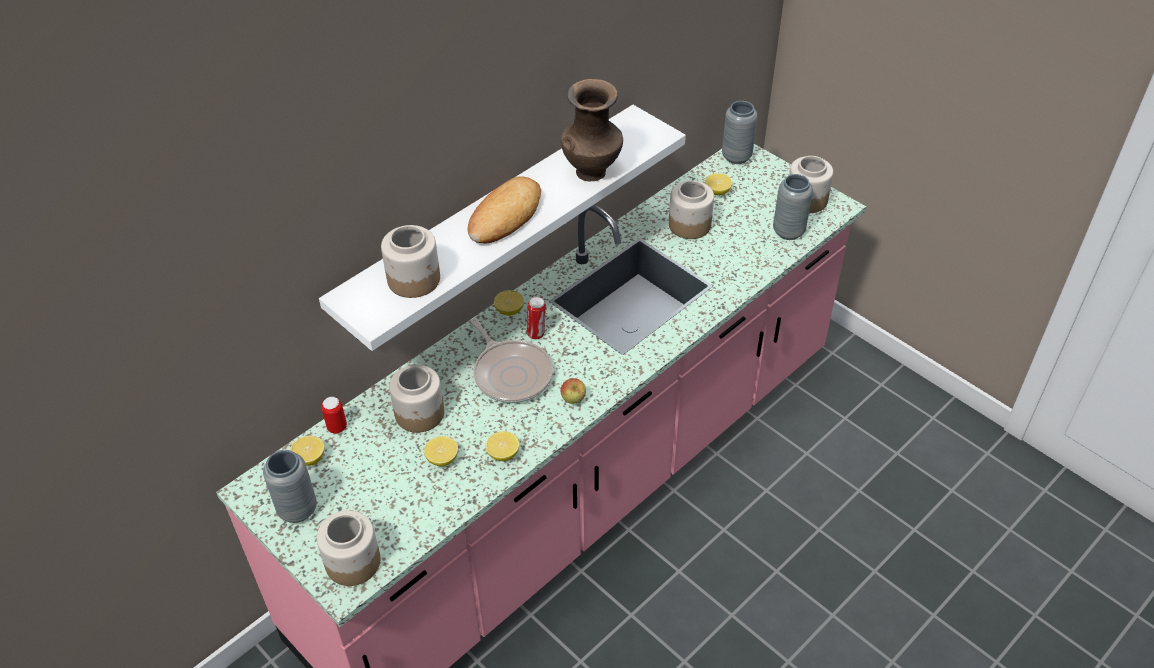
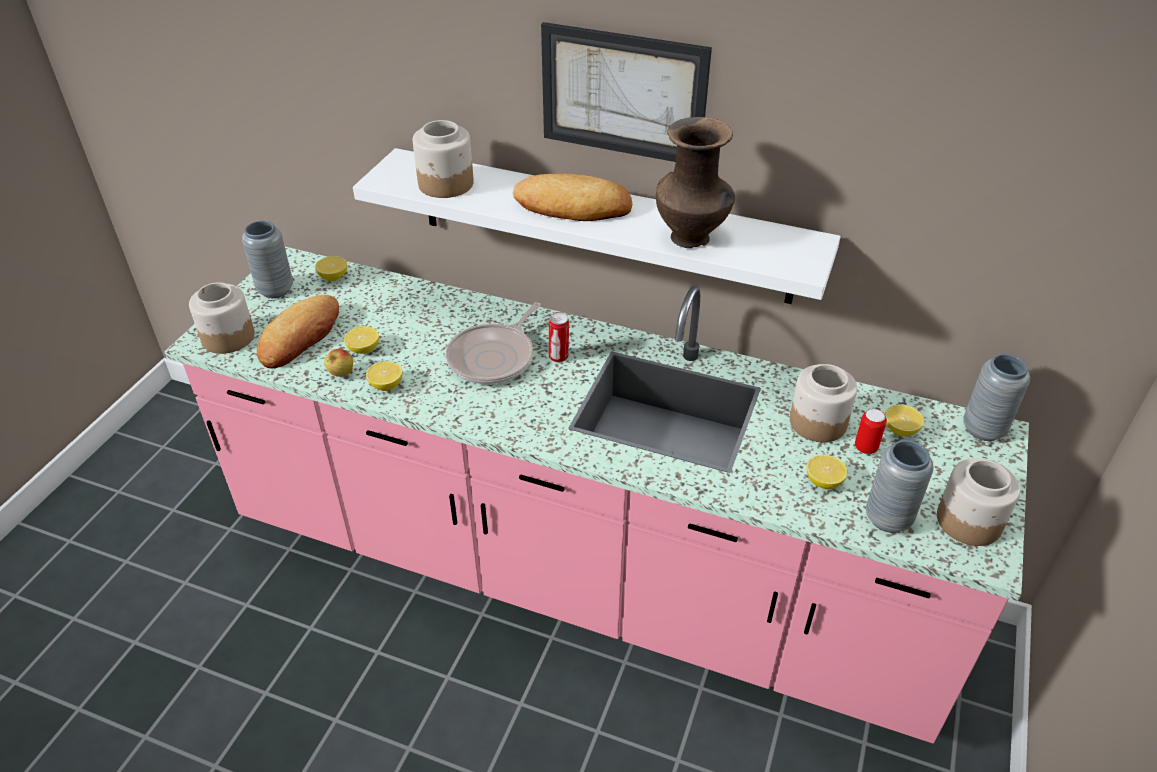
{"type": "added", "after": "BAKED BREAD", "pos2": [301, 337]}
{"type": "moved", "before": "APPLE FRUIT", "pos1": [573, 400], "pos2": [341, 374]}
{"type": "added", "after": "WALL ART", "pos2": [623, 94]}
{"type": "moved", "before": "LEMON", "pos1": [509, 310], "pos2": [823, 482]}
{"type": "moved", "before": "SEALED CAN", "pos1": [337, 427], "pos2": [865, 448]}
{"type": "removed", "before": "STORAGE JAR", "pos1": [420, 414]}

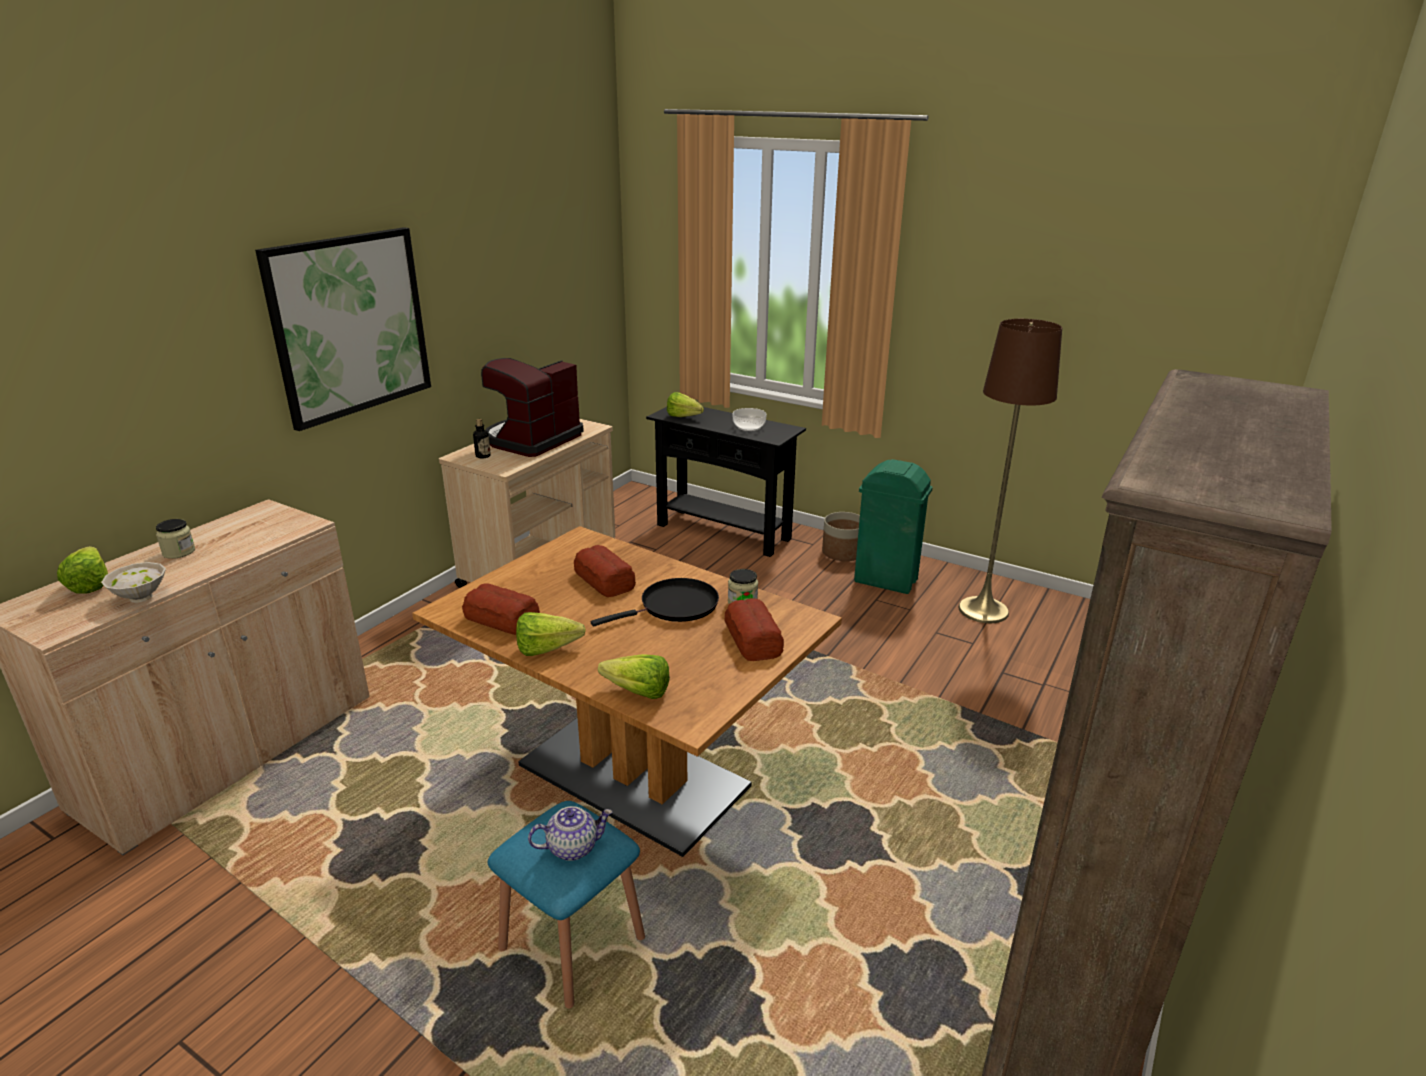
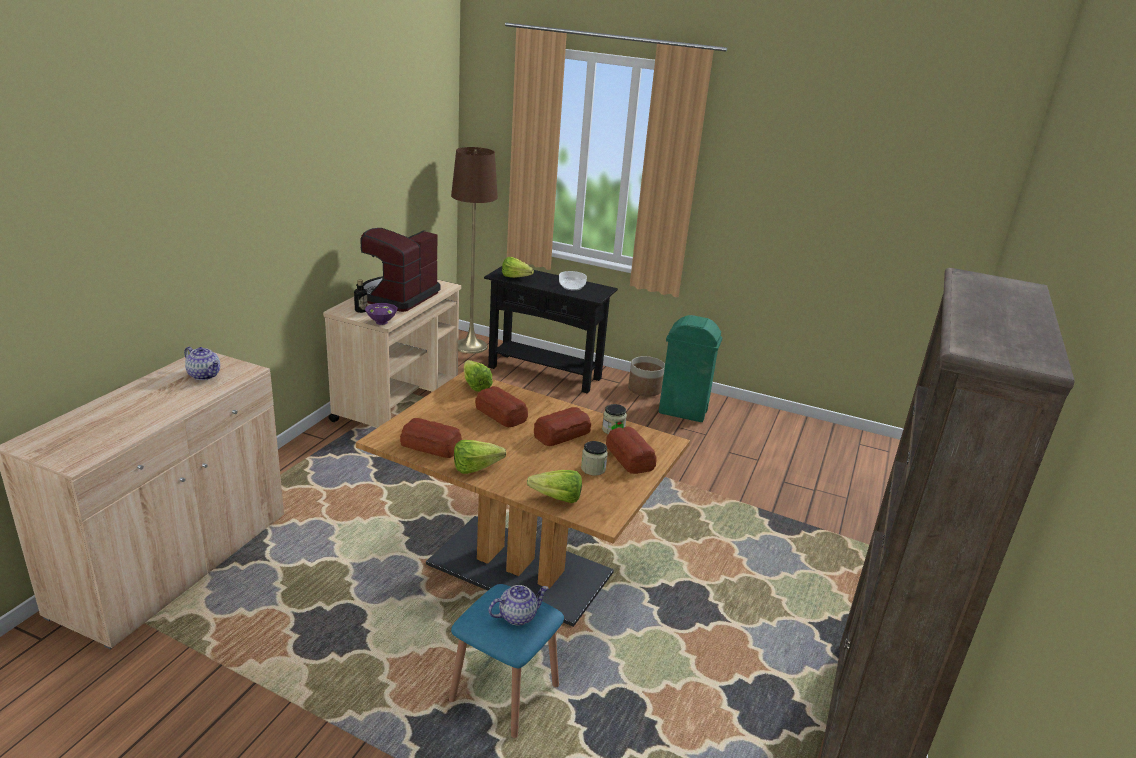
{"type": "added", "after": "TEA POT", "pos2": [205, 375]}
{"type": "added", "after": "PURPLISH DEEP DISH", "pos2": [381, 322]}
{"type": "moved", "before": "BROWNISH FLOOR LAMP", "pos1": [983, 610], "pos2": [471, 346]}
{"type": "moved", "before": "LETTUCE HEAD", "pos1": [93, 582], "pos2": [475, 384]}
{"type": "replaced", "before": "BLACKISH PAN", "after": "BAKED BREAD", "pos1": [674, 606], "pos2": [562, 434]}
{"type": "moved", "before": "STORAGE JAR", "pos1": [179, 552], "pos2": [593, 469]}
{"type": "removed", "before": "WHITE DEEP DISH", "pos1": [140, 597]}
{"type": "removed", "before": "WALL ART", "pos1": [350, 325]}

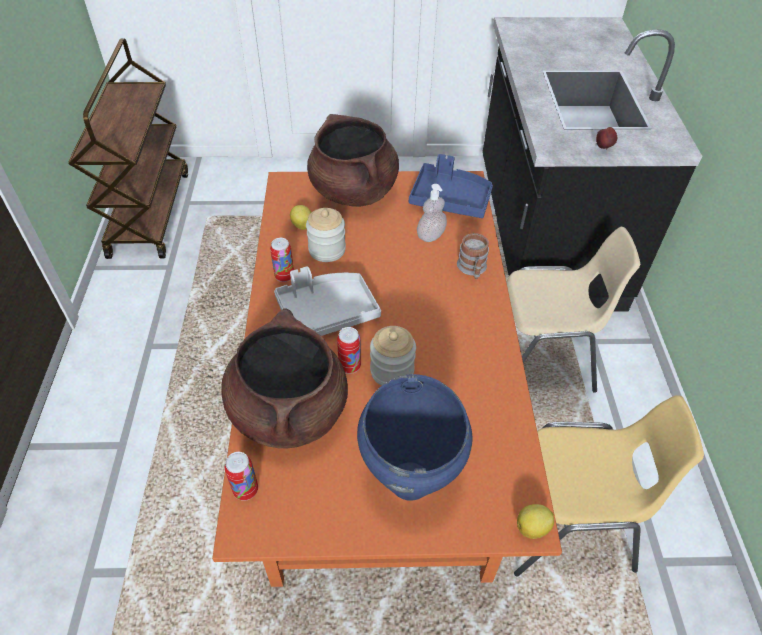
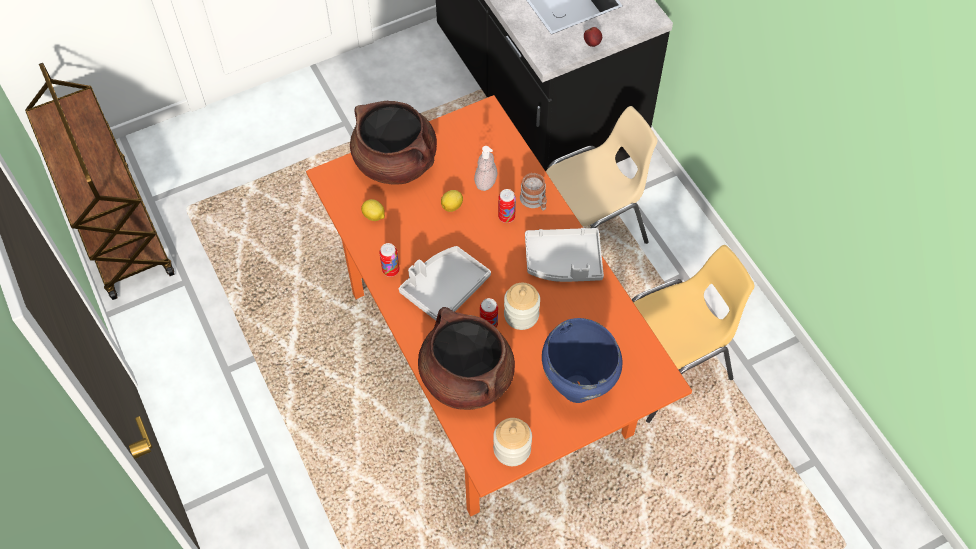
{"type": "moved", "before": "LEMON", "pos1": [533, 527], "pos2": [452, 206]}
{"type": "moved", "before": "STORAGE JAR", "pos1": [327, 250], "pos2": [512, 449]}
{"type": "moved", "before": "SEALED CAN", "pos1": [246, 490], "pos2": [506, 217]}
{"type": "added", "after": "GRAY SERVING TRAY", "pos2": [563, 261]}
{"type": "removed", "before": "BLUE-COLOURED SERVING TRAY", "pos1": [450, 199]}

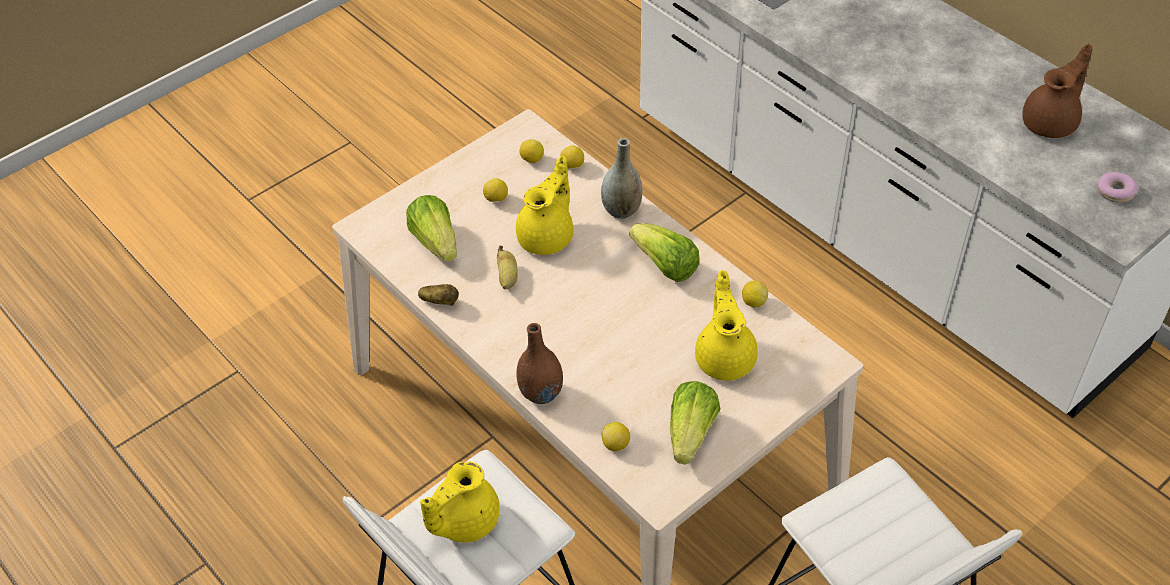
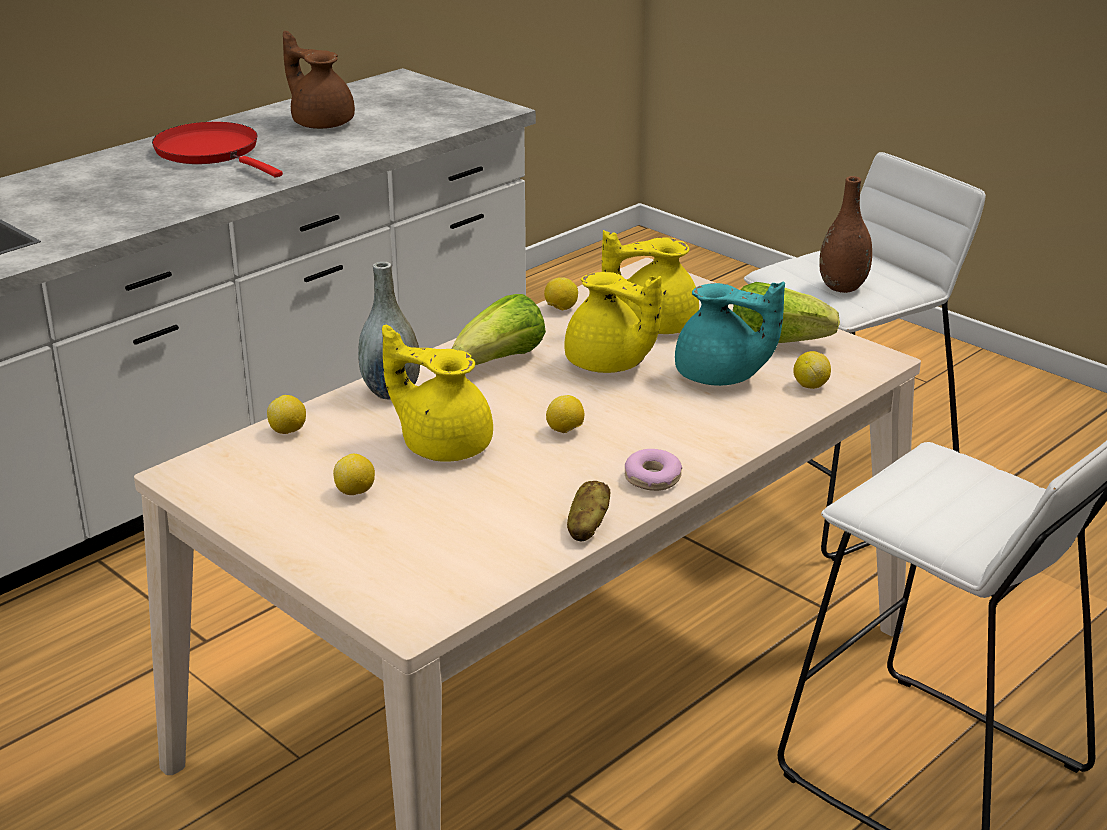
{"type": "added", "after": "RED PAN", "pos2": [211, 152]}
{"type": "moved", "before": "LEMON", "pos1": [531, 159], "pos2": [565, 431]}
{"type": "moved", "before": "YELLOW TEA POT", "pos1": [463, 521], "pos2": [608, 365]}
{"type": "moved", "before": "DONUT", "pos1": [1115, 192], "pos2": [652, 479]}
{"type": "added", "after": "BLUE-GREEN TEA POT", "pos2": [720, 377]}
{"type": "moved", "before": "BROWNISH DECORATIVE VASE", "pos1": [541, 393], "pos2": [842, 287]}
{"type": "removed", "before": "LETTUCE HEAD", "pos1": [436, 242]}
{"type": "removed", "before": "BANANA FRUIT", "pos1": [507, 278]}

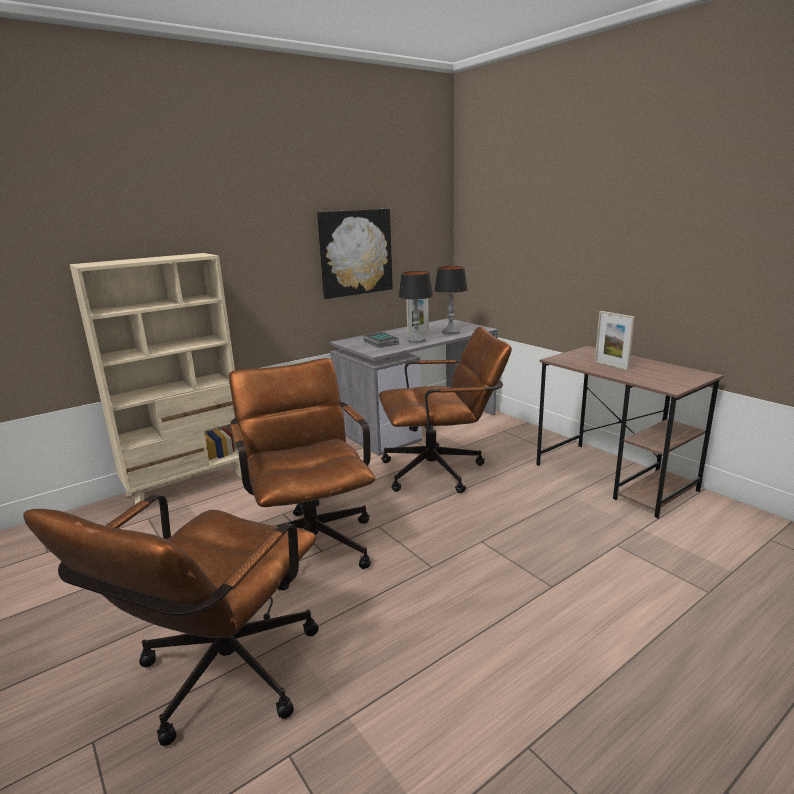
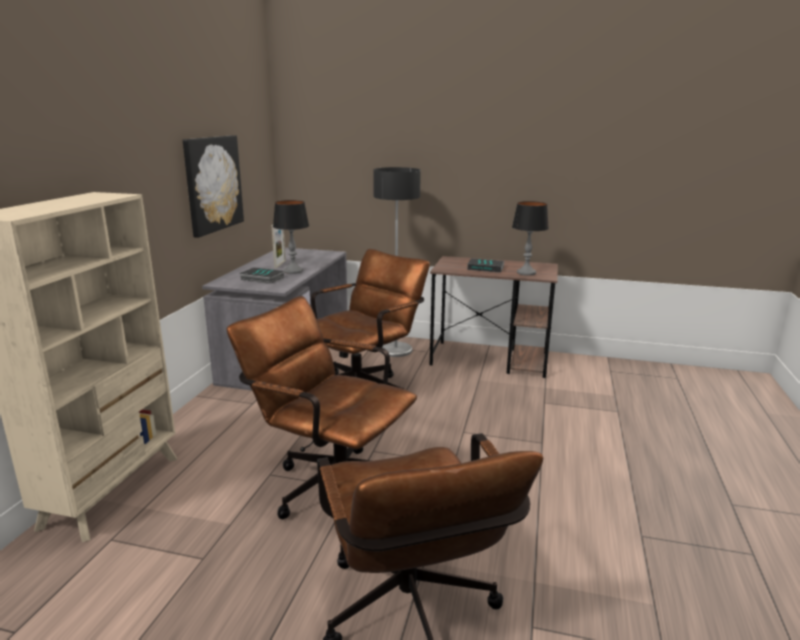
{"type": "added", "after": "FLOOR LAMP", "pos2": [396, 350]}
{"type": "replaced", "before": "PHOTO FRAME", "after": "BOUND BOOK", "pos1": [611, 366], "pos2": [486, 268]}
{"type": "moved", "before": "TABLE LAMP", "pos1": [450, 332], "pos2": [526, 273]}

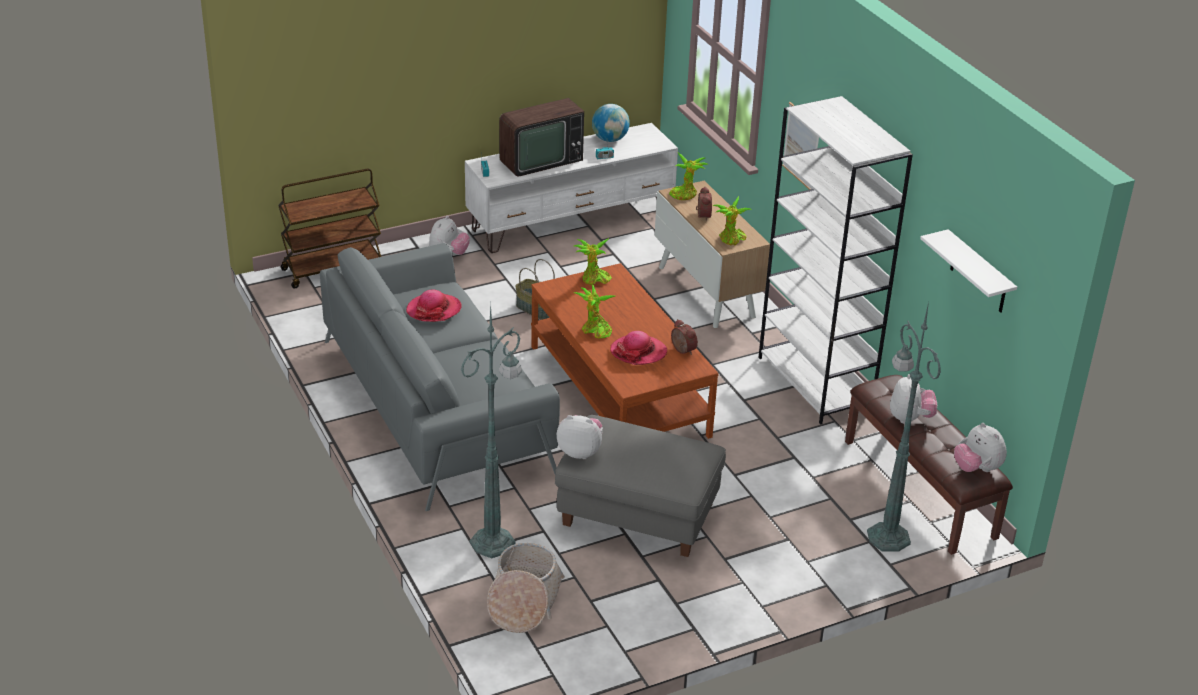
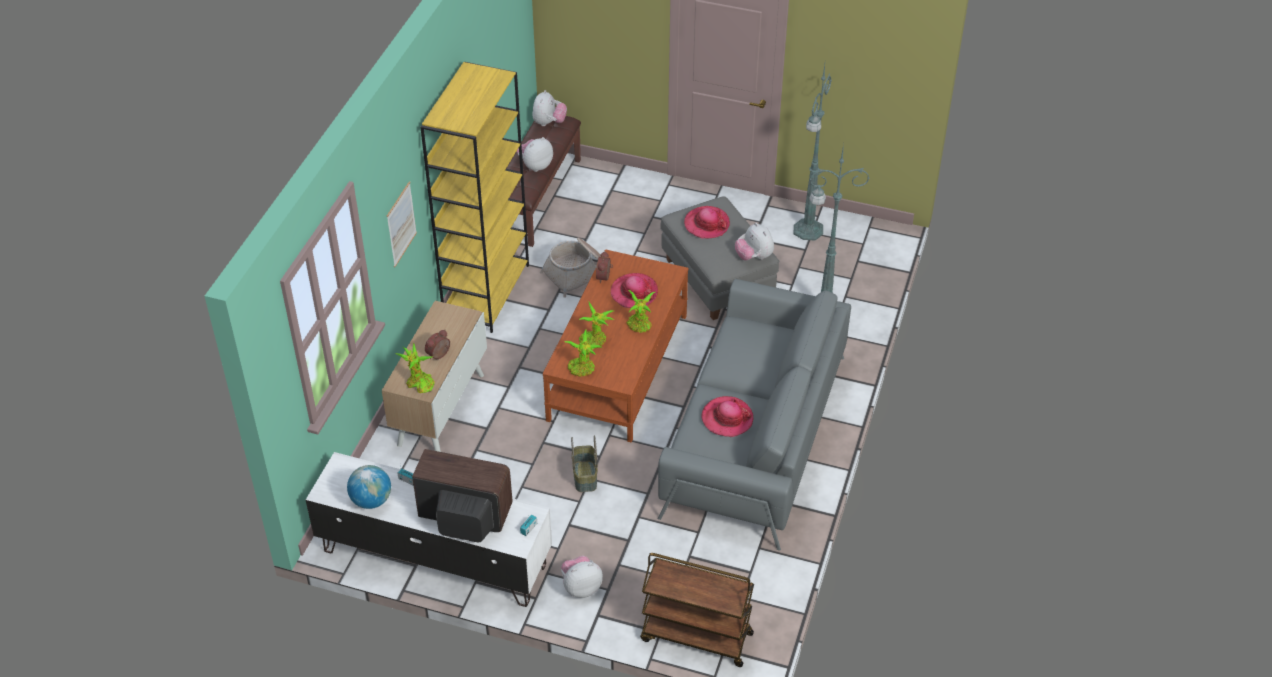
{"type": "recoloured", "before": "WHITE BOOKSHELF", "after": "YELLOW BOOKSHELF", "pos1": [816, 383], "pos2": [486, 292]}
{"type": "moved", "before": "BASKET", "pos1": [523, 601], "pos2": [578, 273]}
{"type": "moved", "before": "POTTED PLANT", "pos1": [731, 240], "pos2": [595, 341]}
{"type": "added", "after": "HAT", "pos2": [706, 224]}
{"type": "moved", "before": "GREEN FLOOR LAMP", "pos1": [887, 536], "pos2": [807, 231]}
{"type": "removed", "before": "WHITE BRACKET SHELF", "pos1": [979, 273]}

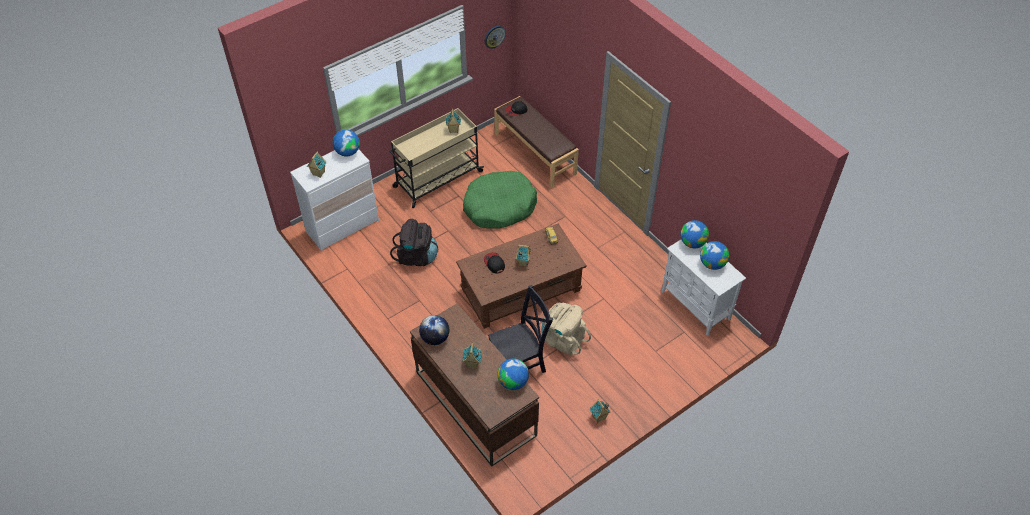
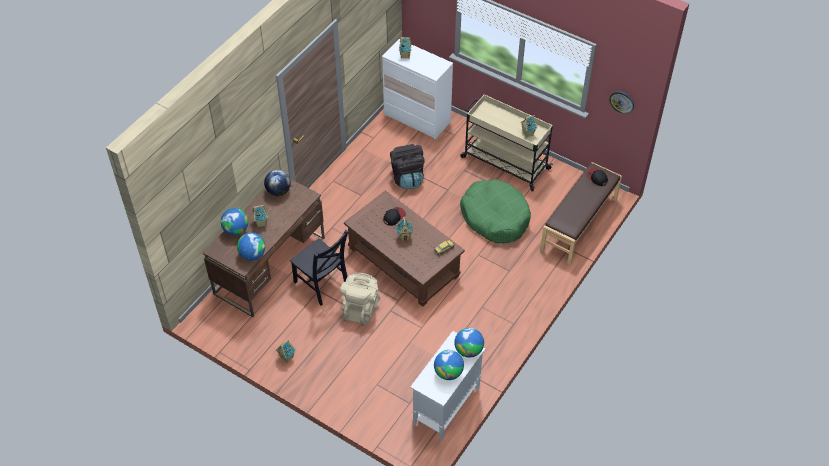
{"type": "moved", "before": "WORLD GLOBE", "pos1": [347, 152], "pos2": [236, 230]}

